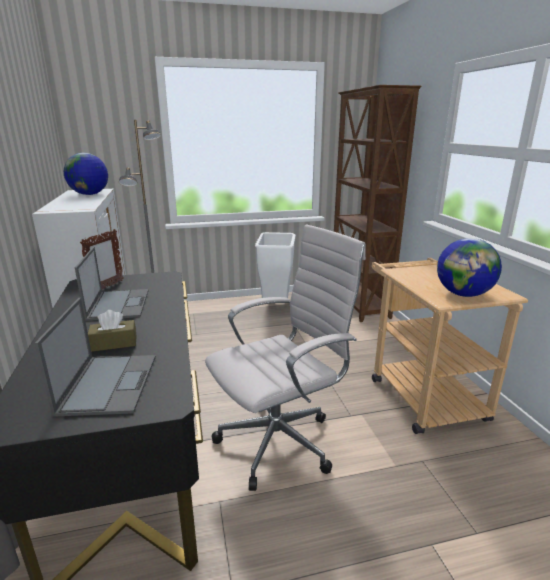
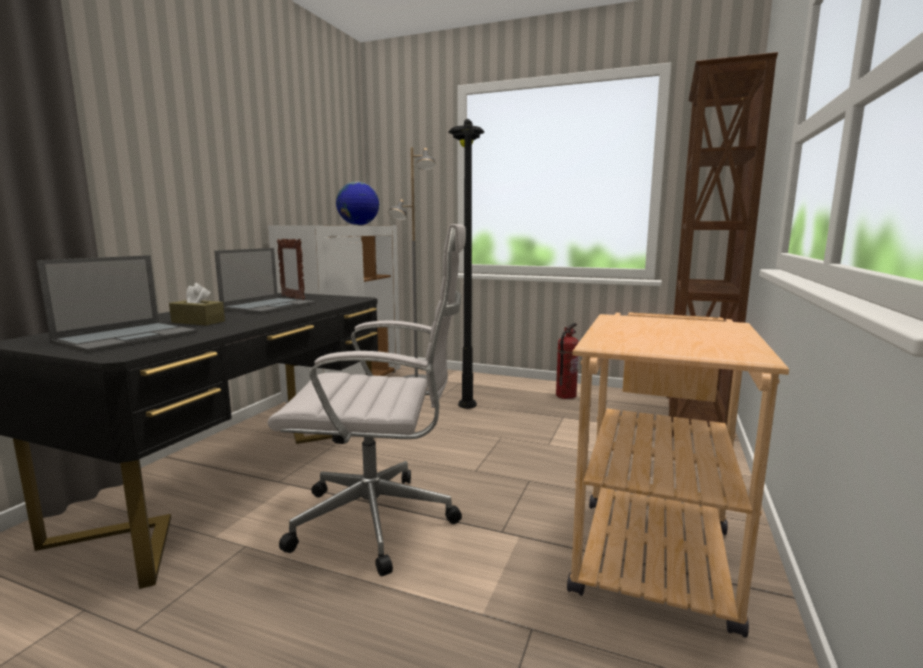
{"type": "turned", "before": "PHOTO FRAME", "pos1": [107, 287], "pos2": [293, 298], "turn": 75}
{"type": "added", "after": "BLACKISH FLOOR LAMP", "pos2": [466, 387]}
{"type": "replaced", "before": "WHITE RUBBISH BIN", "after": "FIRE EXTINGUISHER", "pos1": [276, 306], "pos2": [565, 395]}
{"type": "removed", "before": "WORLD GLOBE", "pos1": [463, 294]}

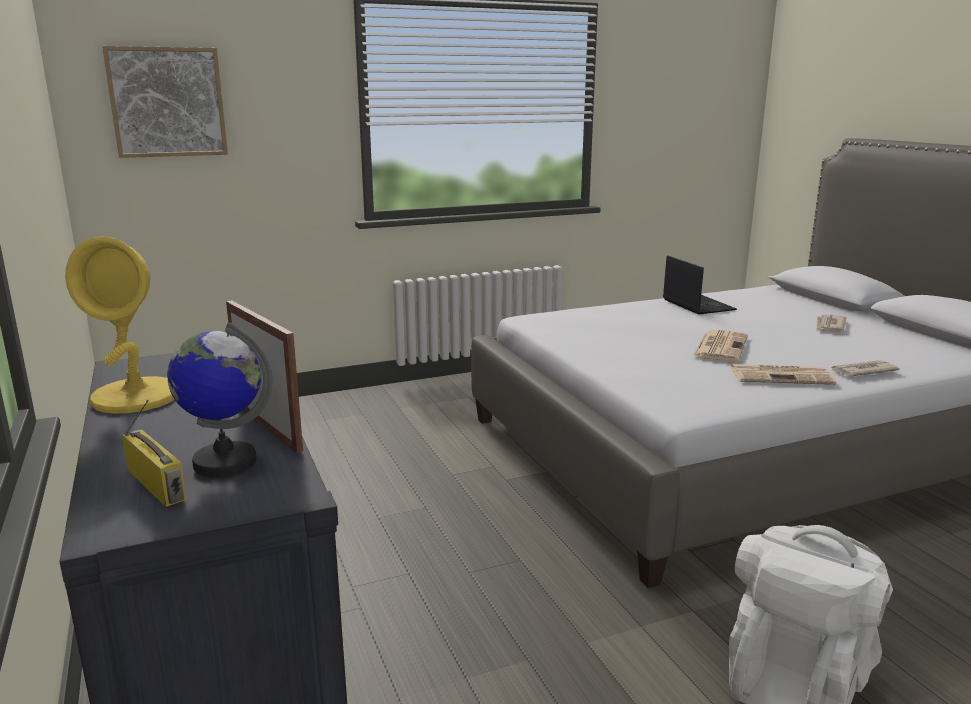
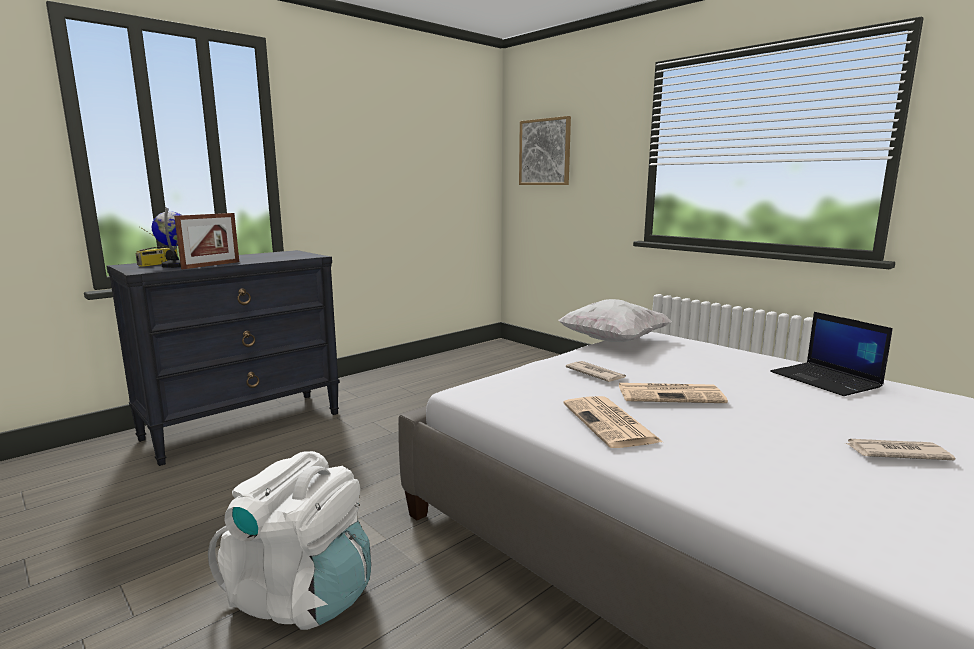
{"type": "added", "after": "WHITE THROW PILLOW", "pos2": [613, 341]}
{"type": "moved", "before": "DAILY PAPER", "pos1": [862, 371], "pos2": [595, 374]}
{"type": "turned", "before": "NOTEBOOK COMPUTER", "pos1": [697, 304], "pos2": [826, 380], "turn": 105}
{"type": "removed", "before": "YELLOW TABLE LAMP", "pos1": [137, 397]}

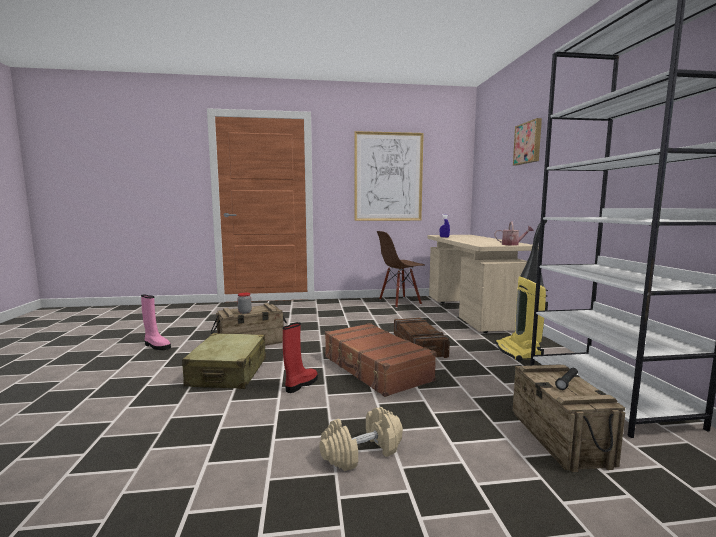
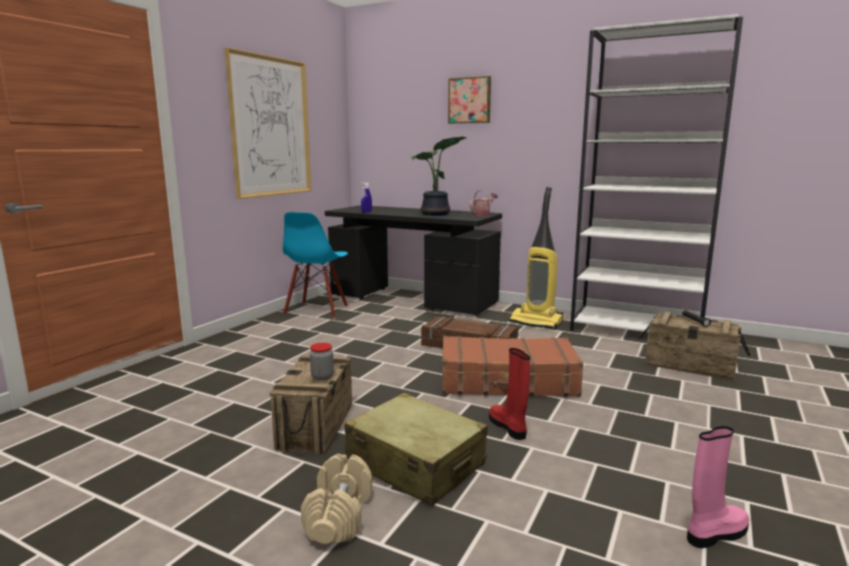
{"type": "recoloured", "before": "BROWNISH PLAIN CHAIR", "after": "BLUE-COLOURED PLAIN CHAIR", "pos1": [399, 302], "pos2": [317, 310]}
{"type": "moved", "before": "SAND-COLOURED FREE WEIGHT", "pos1": [362, 452], "pos2": [338, 515]}
{"type": "recoloured", "before": "SAND-COLOURED DESK", "after": "BLACKISH DESK", "pos1": [471, 312], "pos2": [412, 300]}
{"type": "added", "after": "POTTED PLANT", "pos2": [435, 214]}
{"type": "moved", "before": "PINKISH HIGH-TOP BOOT", "pos1": [156, 346], "pos2": [715, 533]}

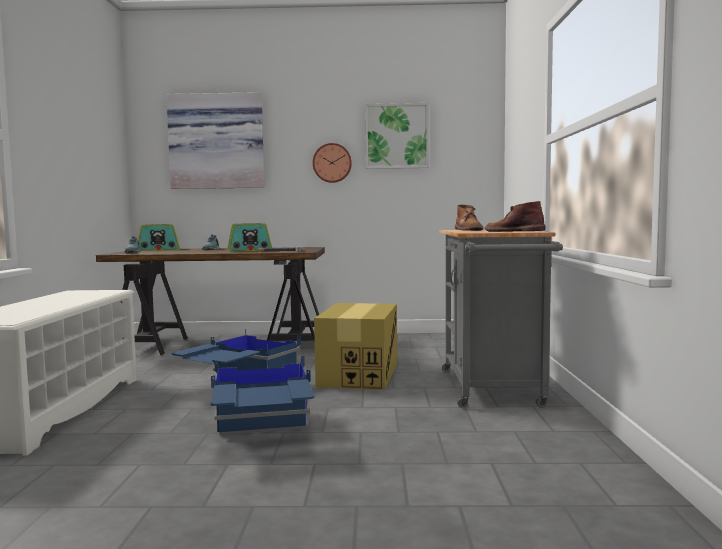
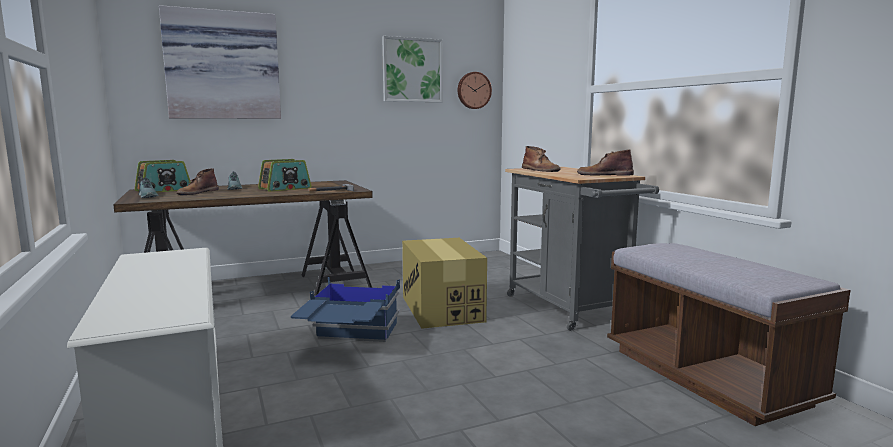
{"type": "added", "after": "BROWNISH HIGH-TOP BOOT", "pos2": [197, 192]}
{"type": "moved", "before": "WALL CLOCK", "pos1": [332, 163], "pos2": [473, 90]}
{"type": "added", "after": "BROWNISH INDOOR BENCH", "pos2": [706, 376]}
{"type": "removed", "before": "BLUE-COLOURED STORAGE BIN", "pos1": [262, 434]}

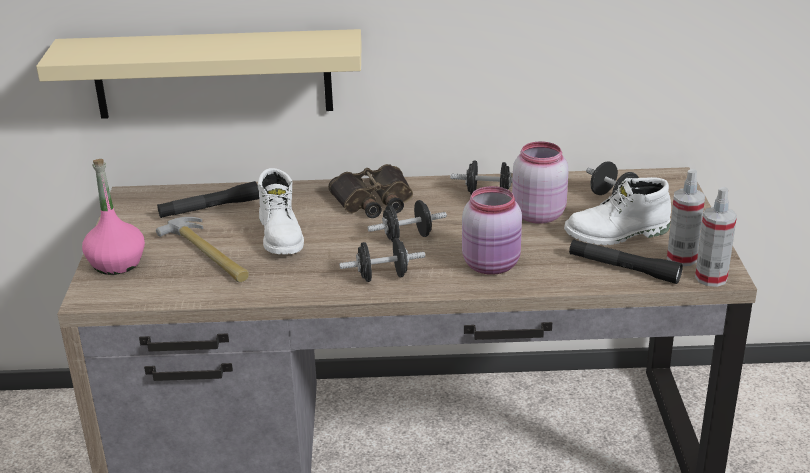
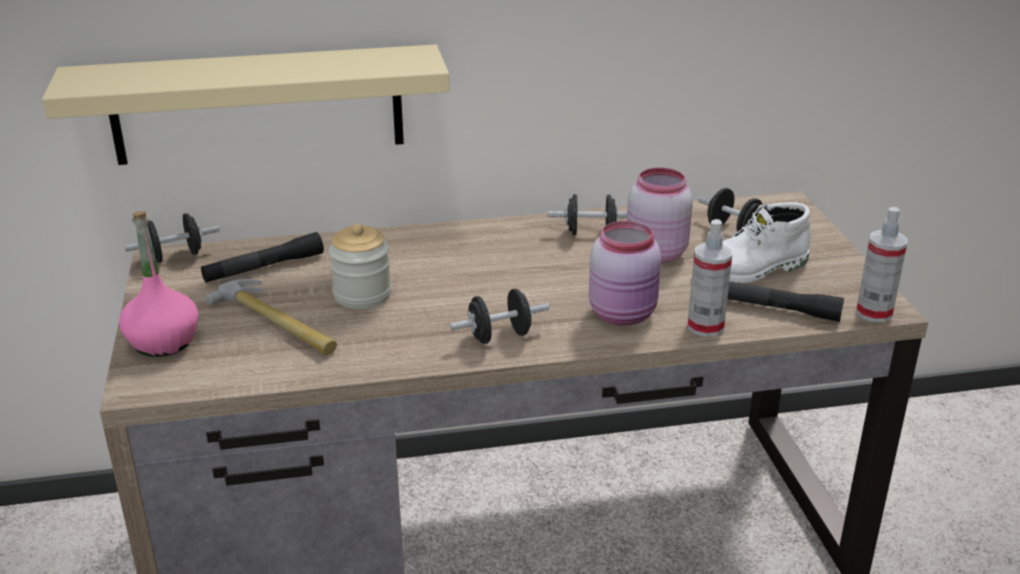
{"type": "moved", "before": "BLACKISH FREE WEIGHT", "pos1": [407, 237], "pos2": [176, 256]}
{"type": "replaced", "before": "WHITE HIGH-TOP BOOT", "after": "STORAGE JAR", "pos1": [282, 235], "pos2": [362, 295]}
{"type": "moved", "before": "HAND SPRAYER", "pos1": [681, 258], "pos2": [705, 326]}
{"type": "removed", "before": "FIELD GLASSES", "pos1": [374, 201]}

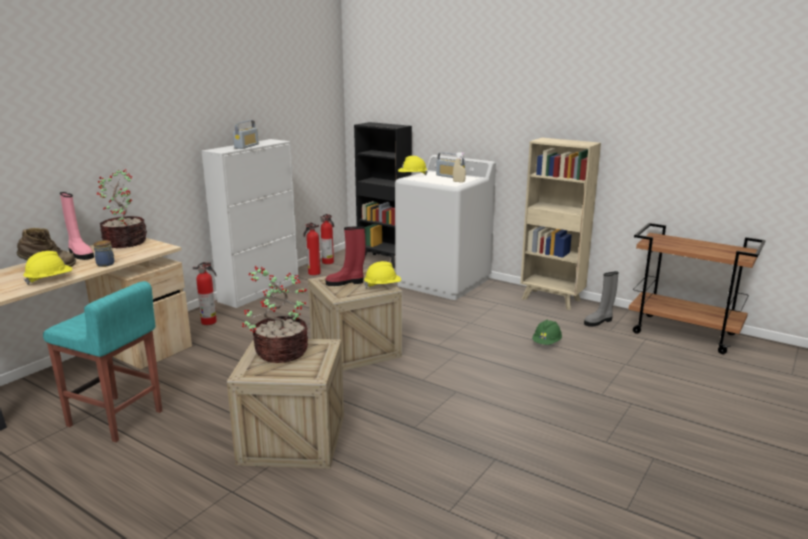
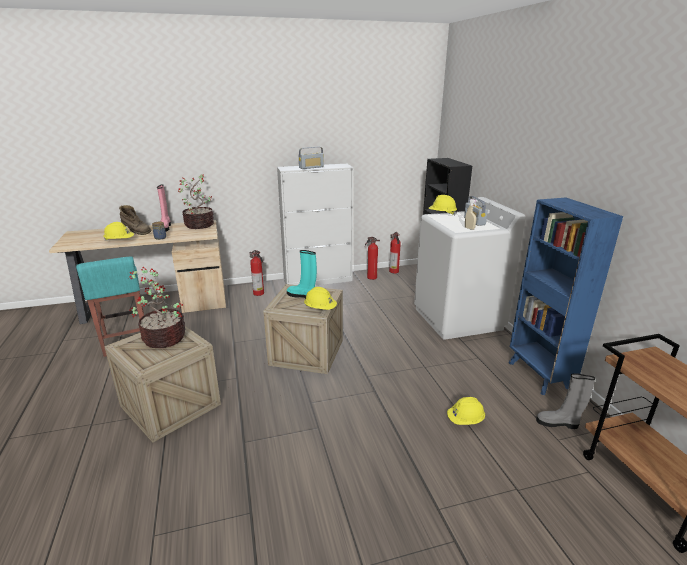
{"type": "recoloured", "before": "RED HIGH-TOP BOOT", "after": "BLUE-GREEN HIGH-TOP BOOT", "pos1": [346, 282], "pos2": [302, 296]}
{"type": "recoloured", "before": "GREEN SAFETY HELMET", "after": "YELLOW SAFETY HELMET", "pos1": [546, 343], "pos2": [465, 420]}
{"type": "recoloured", "before": "SAND-COLOURED BOOKSHELF", "after": "BLUE-COLOURED BOOKSHELF", "pos1": [552, 300], "pos2": [539, 376]}

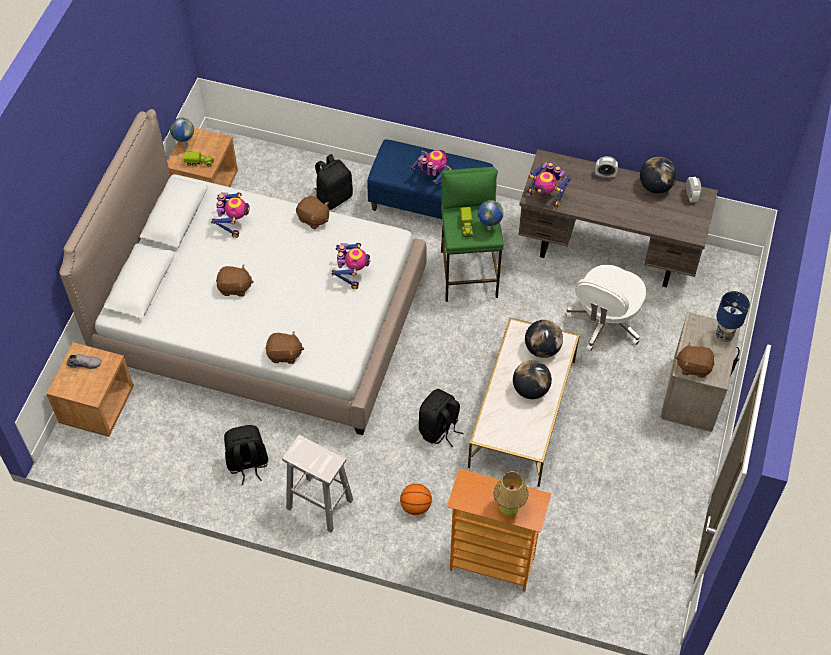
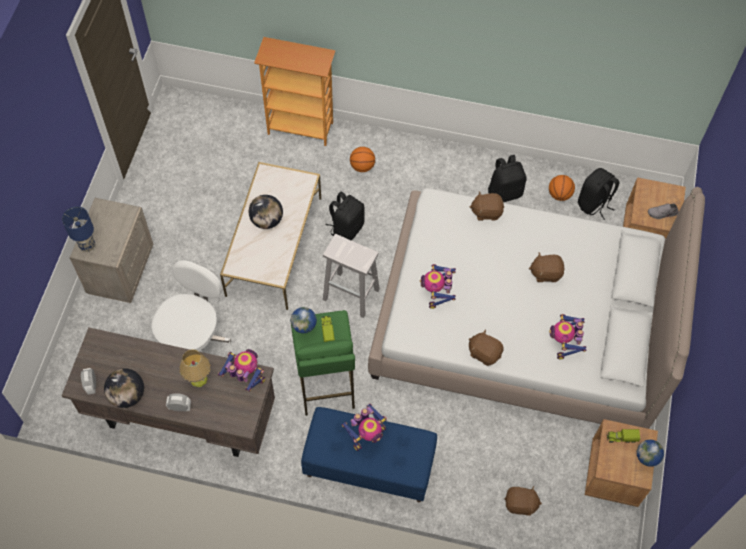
{"type": "moved", "before": "TABLE LAMP", "pos1": [509, 507], "pos2": [198, 379]}
{"type": "moved", "before": "WHITE SITTING STOOL", "pos1": [318, 503], "pos2": [352, 294]}
{"type": "turned", "before": "MODEL ROBOT", "pos1": [432, 179], "pos2": [366, 434], "turn": -75}
{"type": "moved", "before": "BROWNISH CUDDLY TOY", "pos1": [693, 366], "pos2": [520, 504]}
{"type": "added", "after": "BALL FOR BASKETBALL", "pos2": [559, 194]}
{"type": "moved", "before": "BLACKISH BACKPACK", "pos1": [334, 197], "pos2": [594, 204]}
{"type": "removed", "before": "WORLD GLOBE", "pos1": [542, 349]}

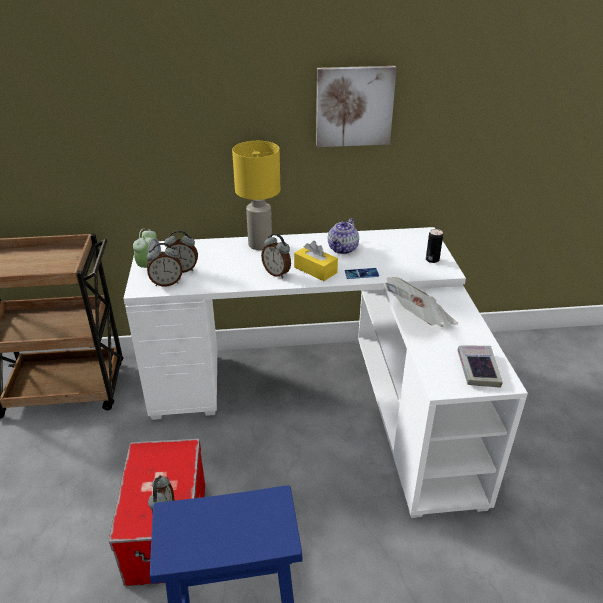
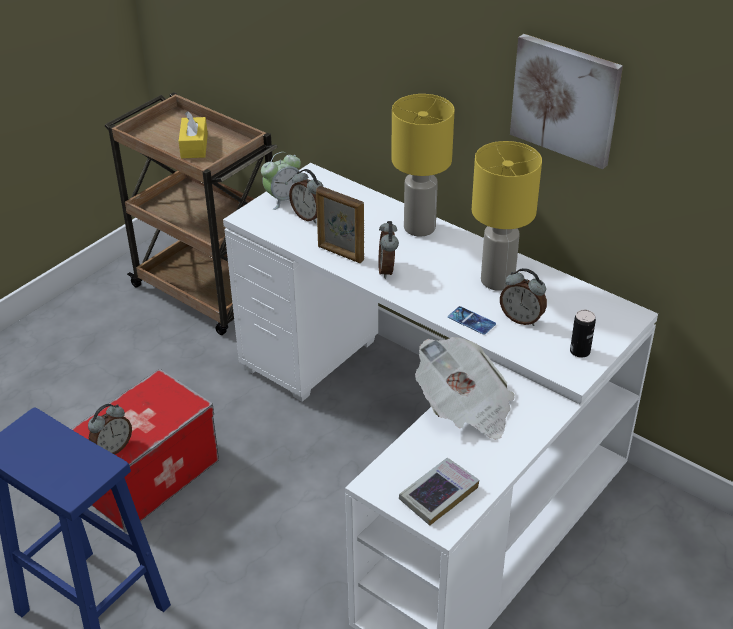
{"type": "moved", "before": "YELLOW TISSUE HOLDER", "pos1": [315, 270], "pos2": [194, 146]}
{"type": "added", "after": "PHOTO FRAME", "pos2": [340, 254]}
{"type": "replaced", "before": "TEA POT", "after": "YELLOW TABLE LAMP", "pos1": [343, 249], "pos2": [498, 281]}
{"type": "moved", "before": "BEDSIDE CLOCK", "pos1": [166, 283], "pos2": [521, 319]}

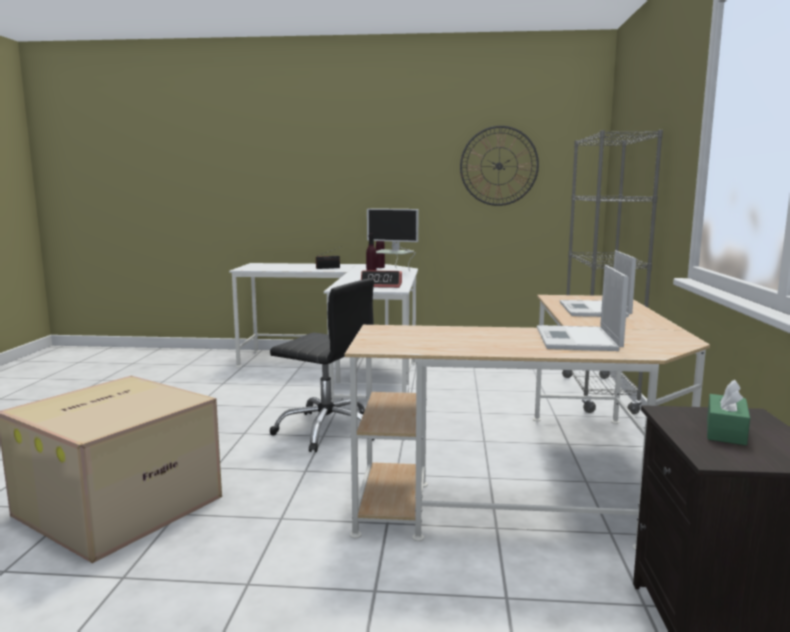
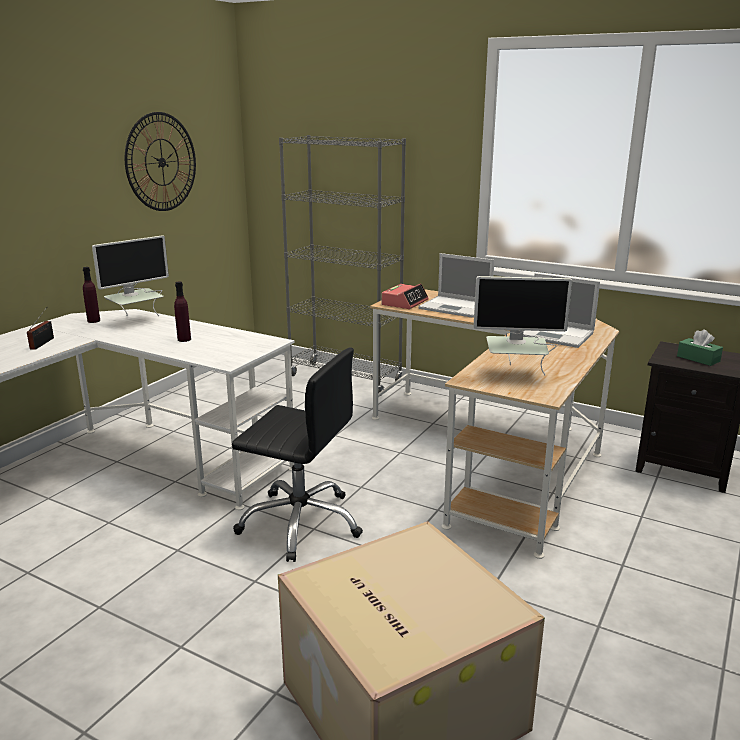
{"type": "turned", "before": "BLACKISH OFFICE CHAIR", "pos1": [327, 430], "pos2": [301, 523], "turn": 60}
{"type": "moved", "before": "BEDSIDE CLOCK", "pos1": [382, 285], "pos2": [405, 302]}
{"type": "added", "after": "MONITOR", "pos2": [515, 374]}

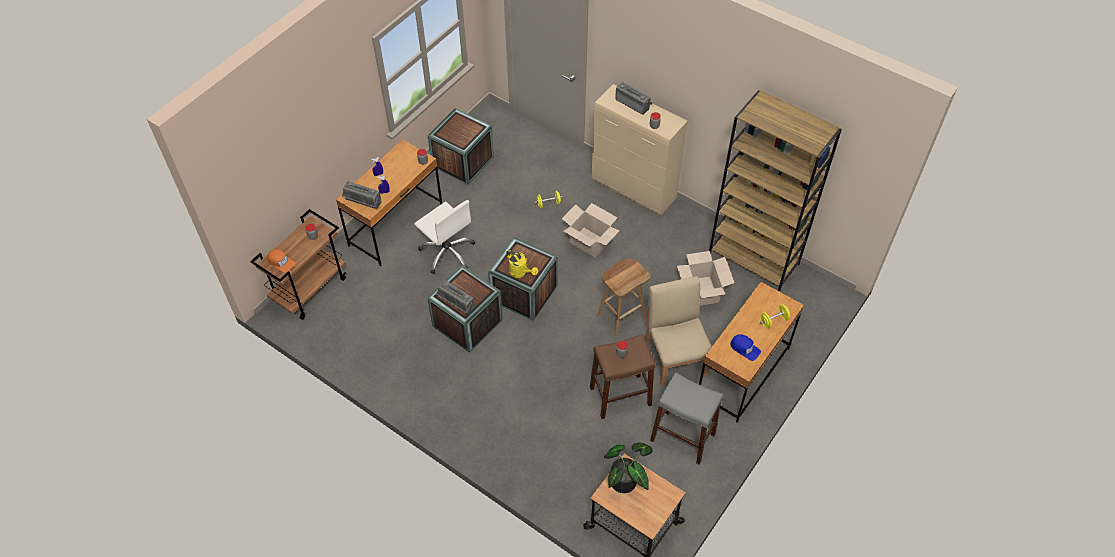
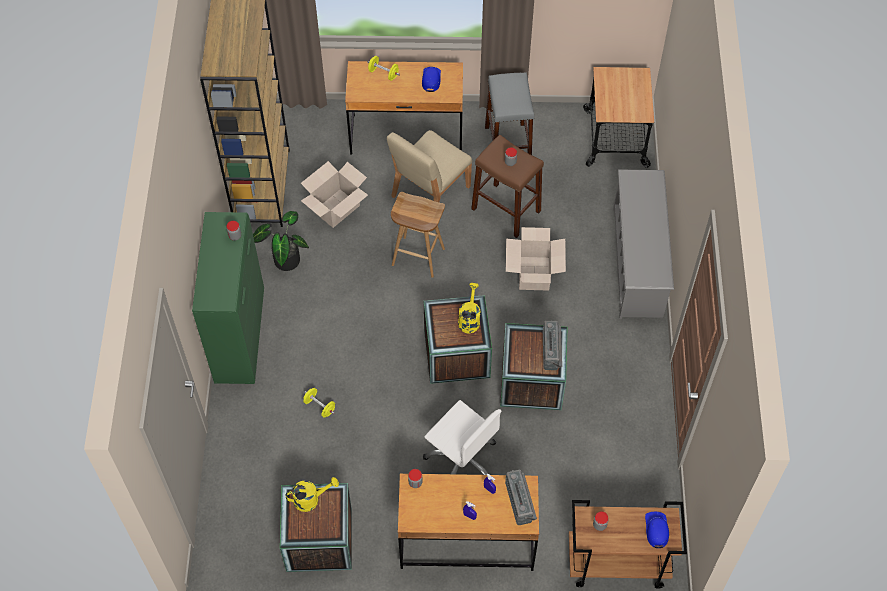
{"type": "recoloured", "before": "SAND-COLOURED STORAGE CABINET", "after": "GREEN STORAGE CABINET", "pos1": [634, 190], "pos2": [240, 336]}
{"type": "moved", "before": "POTTED PLANT", "pos1": [626, 480], "pos2": [284, 258]}
{"type": "added", "after": "YELLOW WATERING CAN", "pos2": [311, 499]}
{"type": "turned", "before": "WHITE OFFICE CHAIR", "pos1": [447, 253], "pos2": [462, 460], "turn": 120}
{"type": "moved", "before": "CARDBOARD BOX", "pos1": [589, 242], "pos2": [534, 274]}
{"type": "added", "after": "GRAY SHOE STAND", "pos2": [637, 262]}
{"type": "recoloured", "before": "ORANGE CAP", "after": "BLUE-COLOURED CAP", "pos1": [281, 262], "pos2": [656, 530]}
{"type": "removed", "before": "RADIO", "pos1": [633, 103]}

